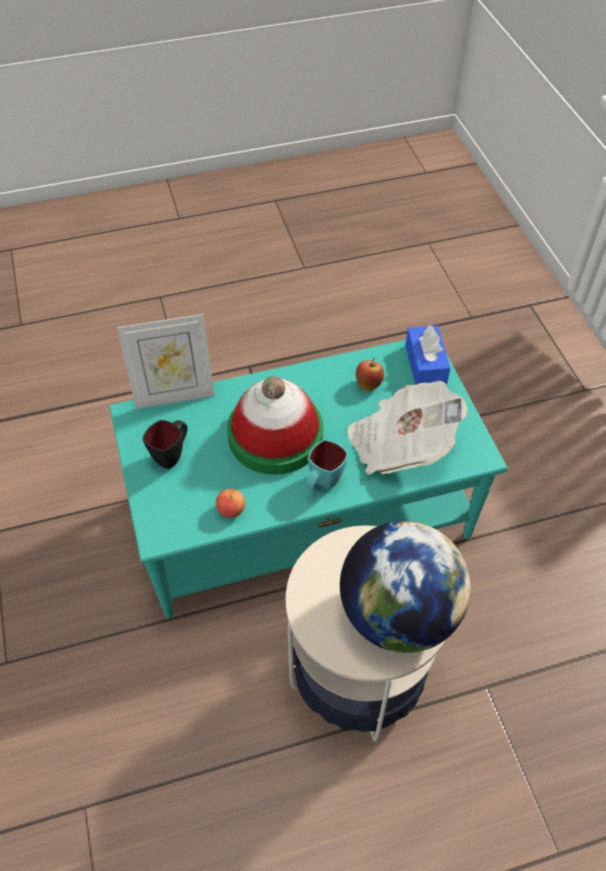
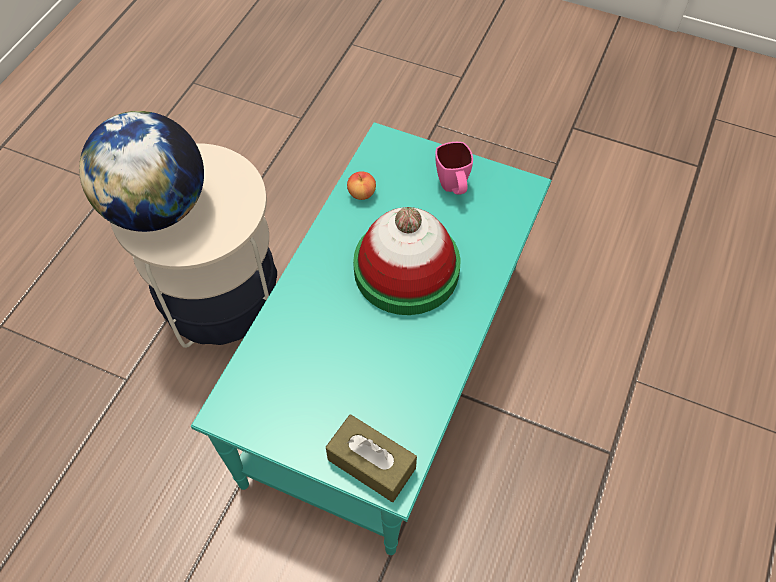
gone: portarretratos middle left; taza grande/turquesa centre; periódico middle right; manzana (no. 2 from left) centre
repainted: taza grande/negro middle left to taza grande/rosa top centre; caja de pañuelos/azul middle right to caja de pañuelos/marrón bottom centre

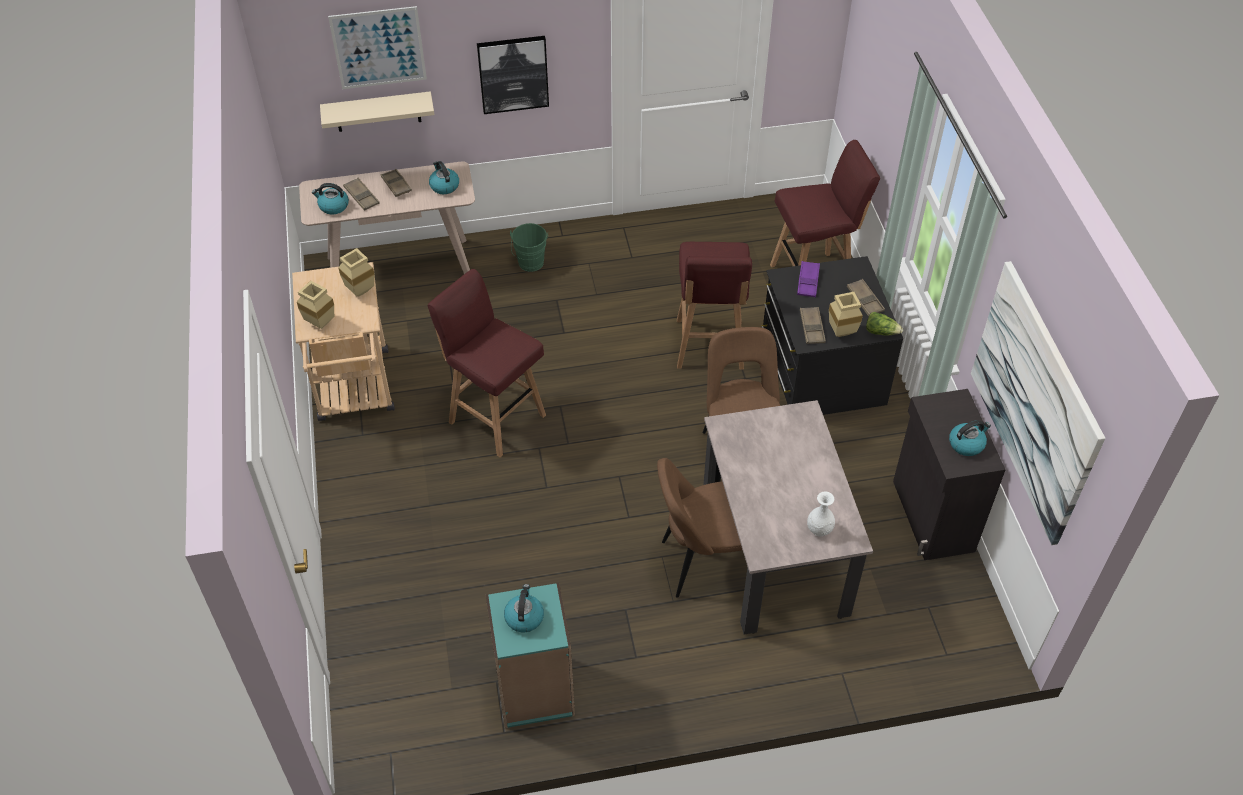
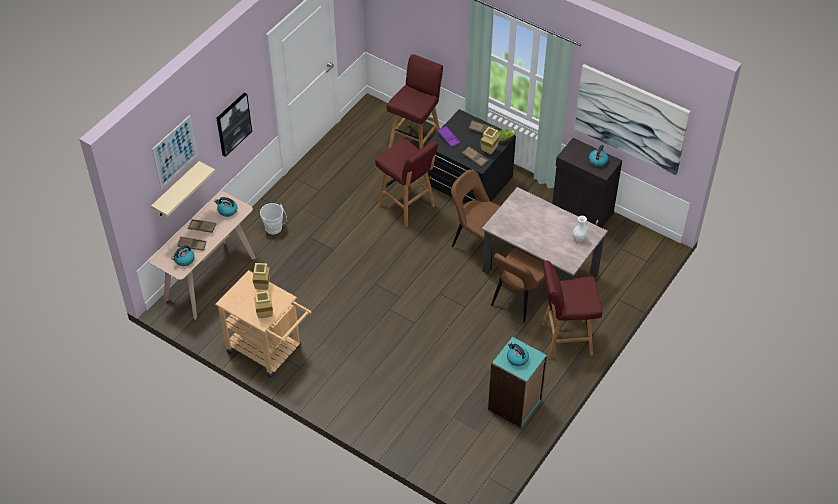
shifted: taburete/rojo (no. 1 from left in the first image) centre to taburete/rojo (no. 3 from left) middle right
repainted: cubo/verde top centre to cubo/blanco middle left

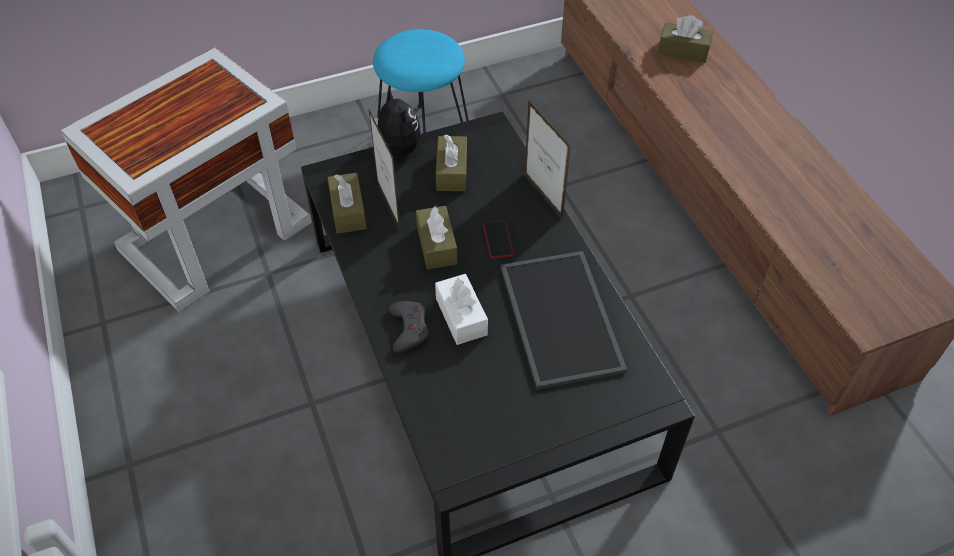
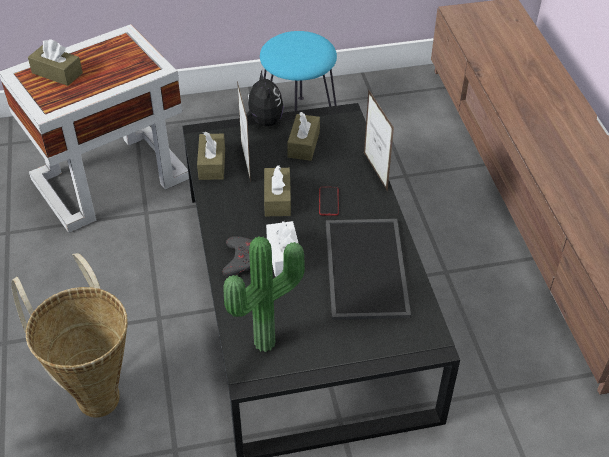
new: cesta bottom left; planta en maceta centre
shifted: caja de pañuelos/marrón (no. 4 from left in the first image) top right to caja de pañuelos/marrón (no. 1 from left) top left

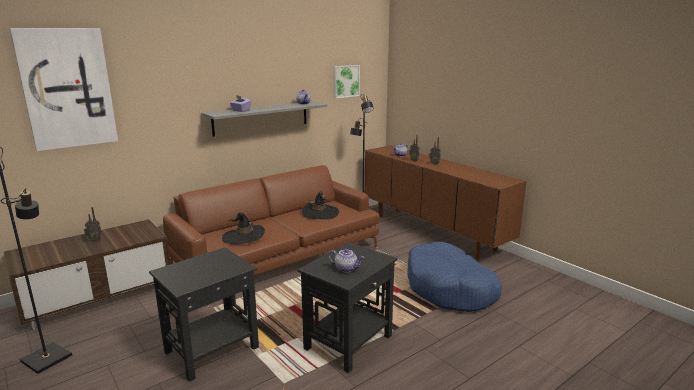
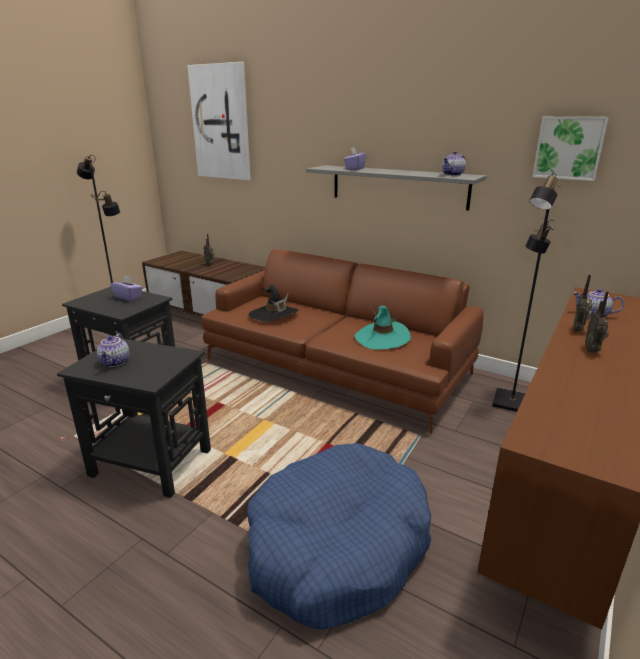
new: caja de pañuelos/morado (no. 1 from left) middle left
repainted: sombrero/negro (no. 2 from left) centre to sombrero/turquesa centre

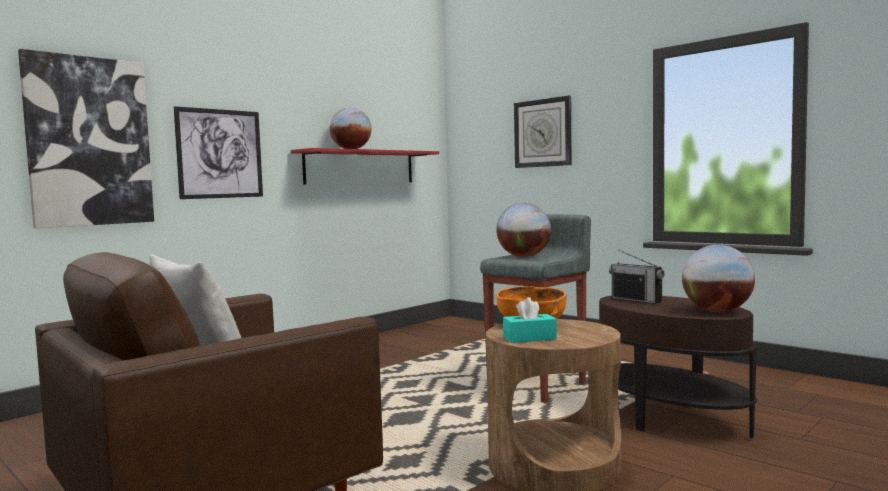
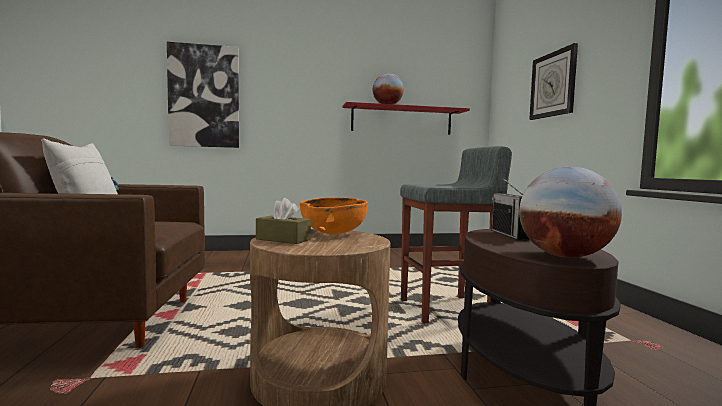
gone: cuadro (no. 2 from left) top left; globo terráqueo (no. 2 from left) centre
repainted: caja de pañuelos/turquesa centre to caja de pañuelos/marrón centre

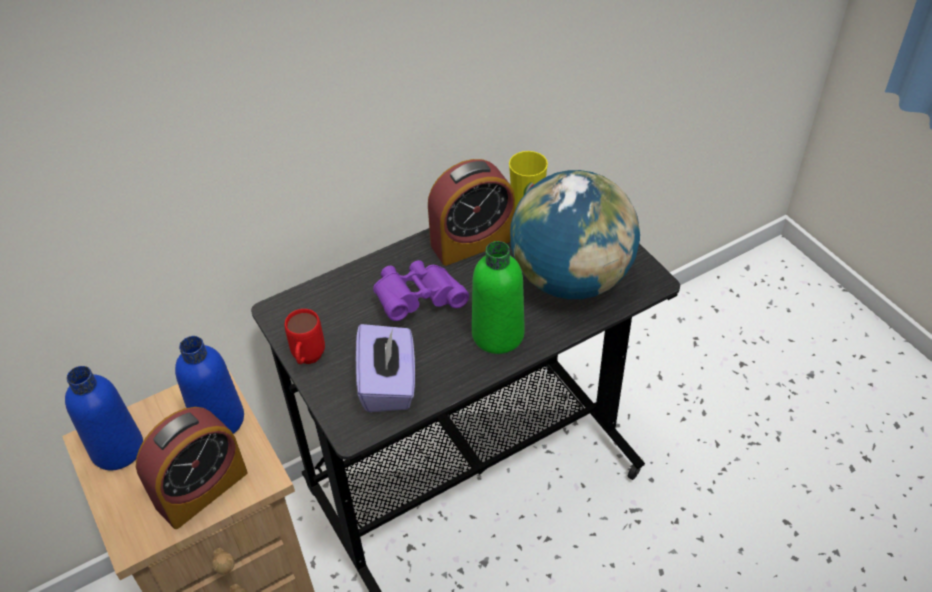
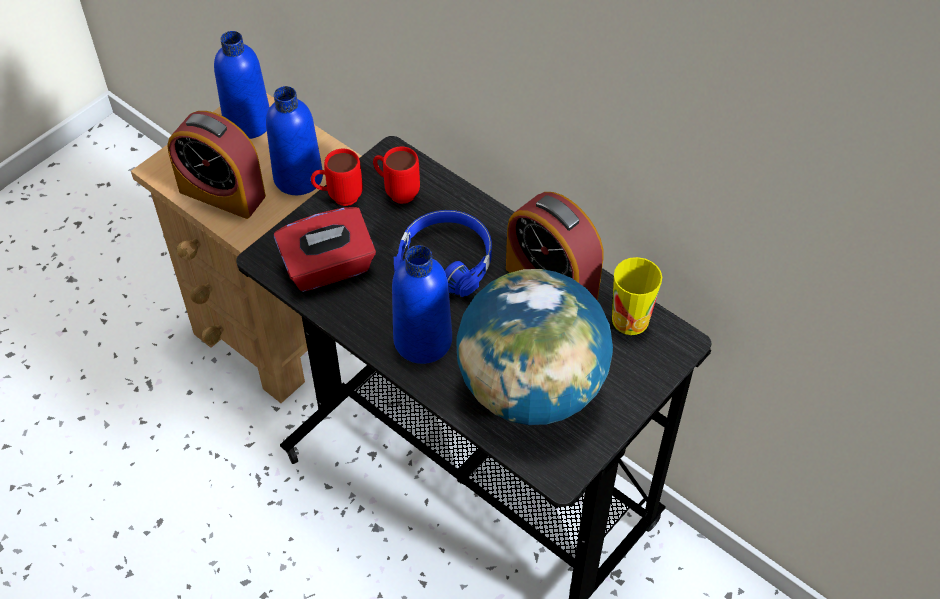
new: taza grande/rojo (no. 2 from left) top centre
swapped: prismáticos/morado centre to auriculares/azul centre
repainted: caja de pañuelos/morado centre to caja de pañuelos/rojo centre; botella/verde centre to botella/azul (no. 3 from left) centre

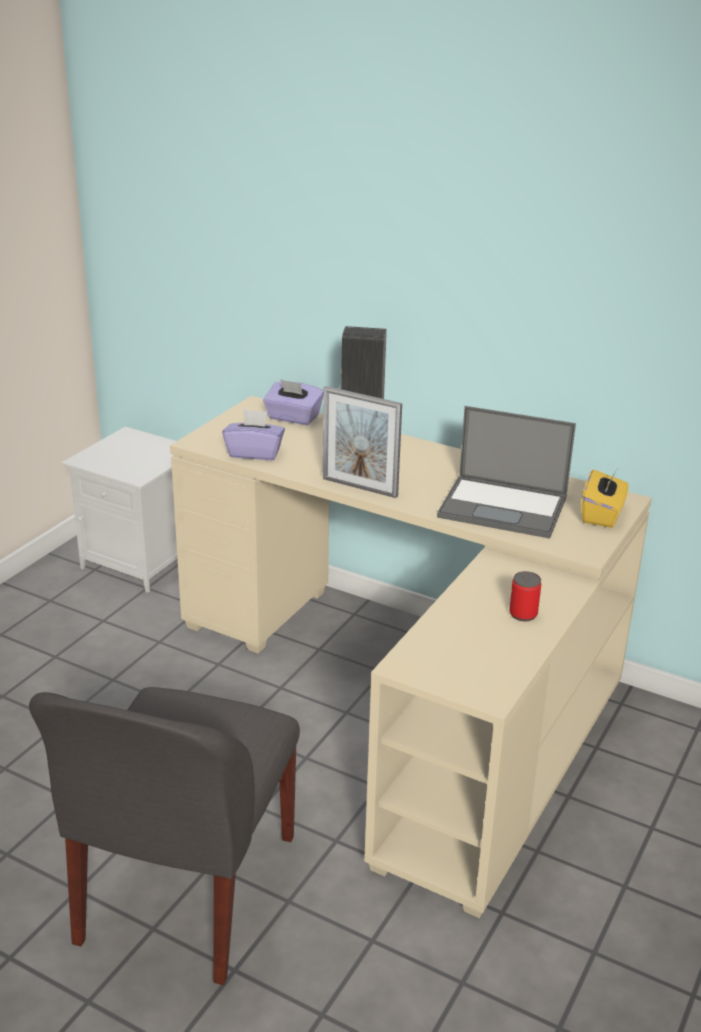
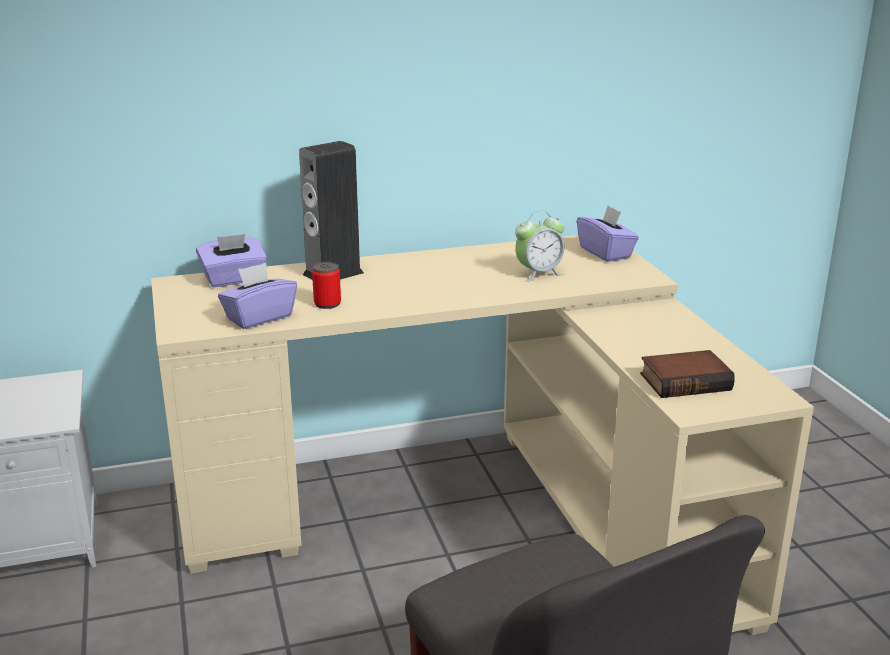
gone: portarretratos centre
new: libro middle right
shifted: lata middle right to centre
swapped: portátil middle right to despertador centre
repainted: caja de pañuelos/amarillo middle right to caja de pañuelos/morado (no. 3 from left) middle right

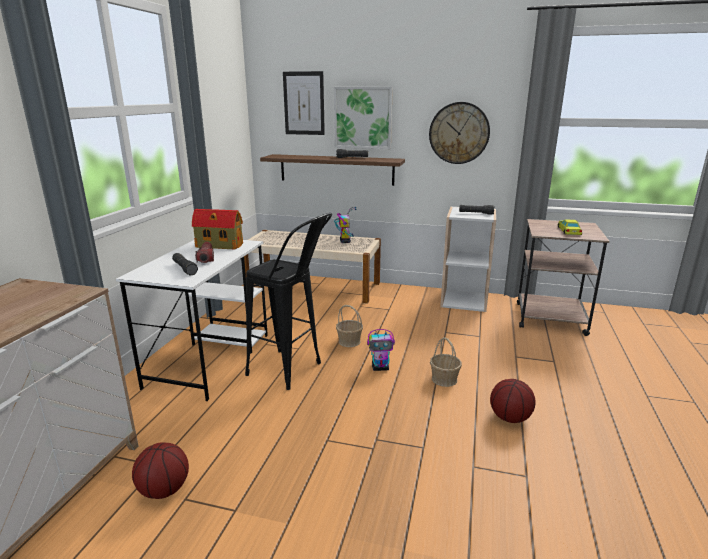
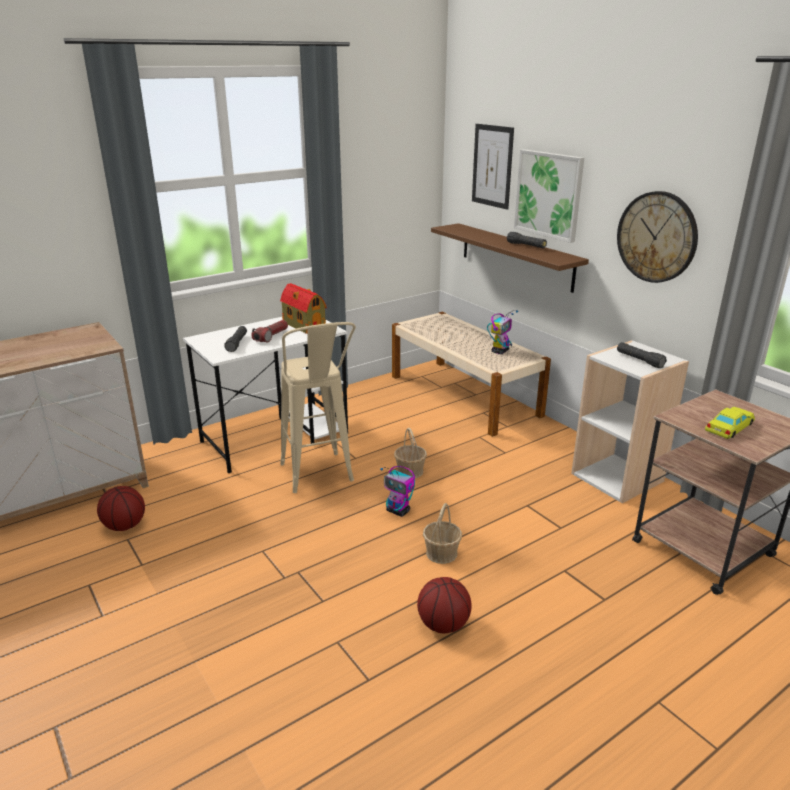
repainted: taburete/negro centre to taburete/beis centre

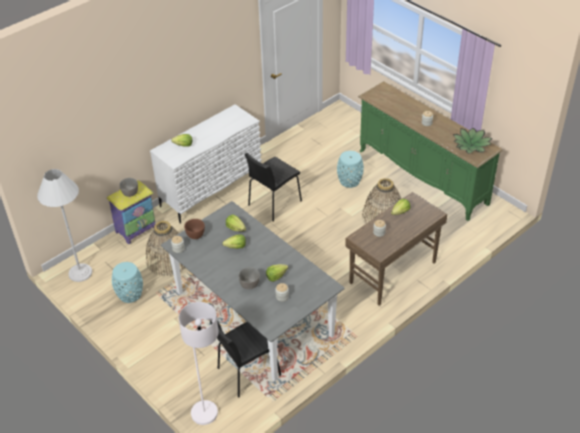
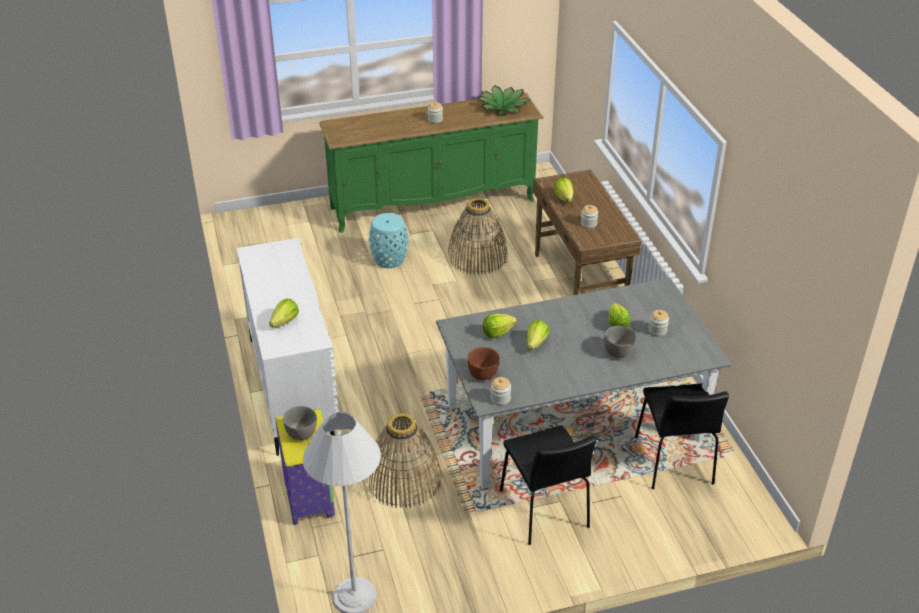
gone: taburete/turquesa (no. 1 from left) middle left; lámpara de pie/blanco (no. 2 from left) bottom centre
shifted: silla/negro (no. 2 from left in the first image) centre to silla/negro (no. 1 from left) bottom centre

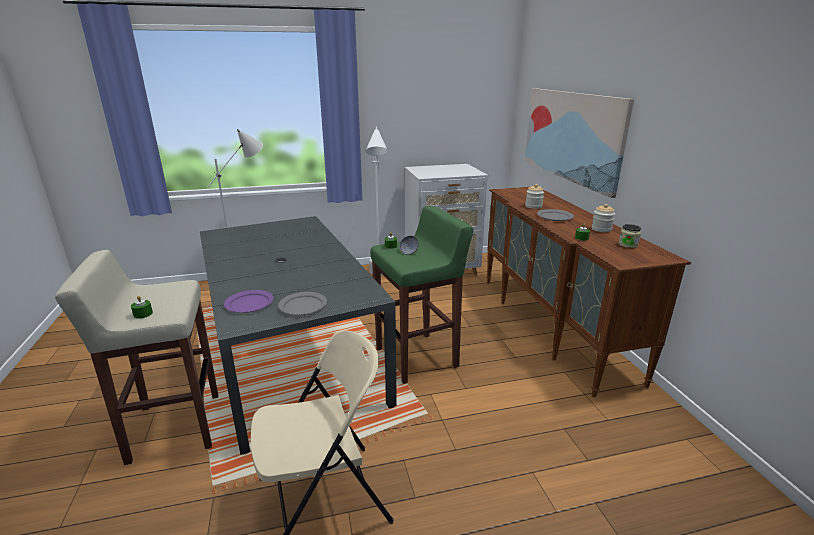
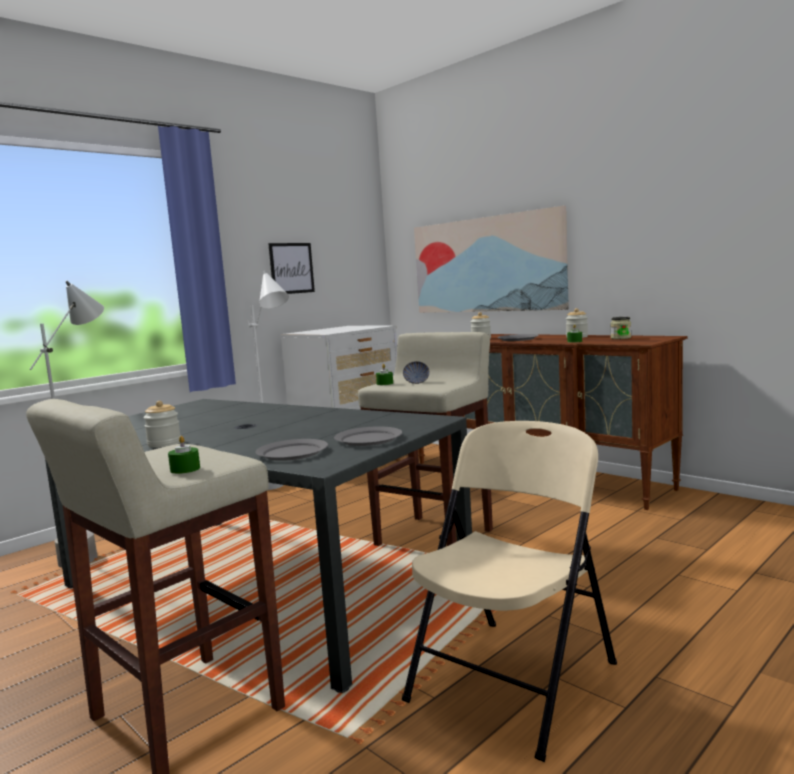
new: tarro (no. 1 from left) middle left; cuadro (no. 1 from left) centre
repainted: plato/morado middle left to plato/gris (no. 1 from left) centre; taburete/verde centre to taburete/beis (no. 2 from left) centre

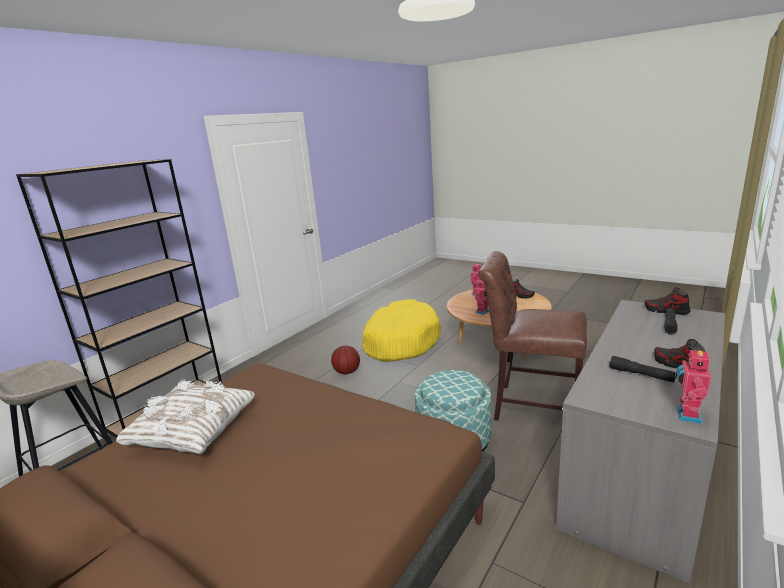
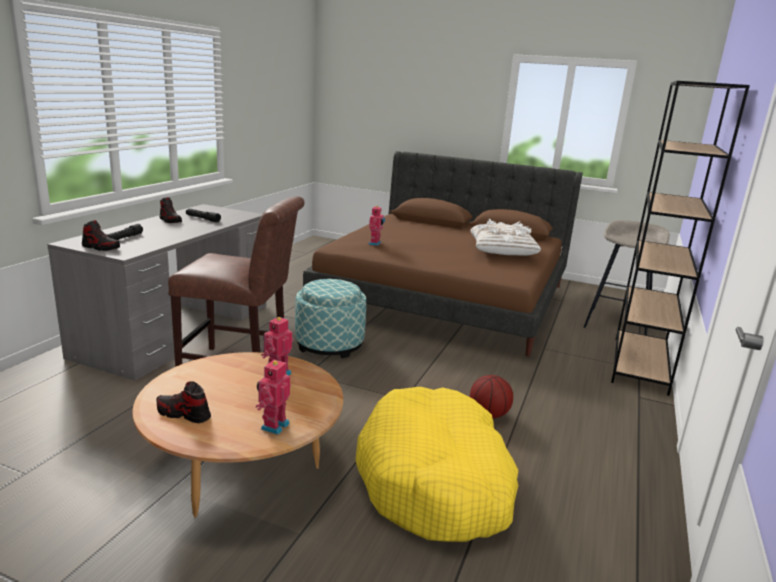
shifted: robot de juguete (no. 3 from left) middle right to centre

